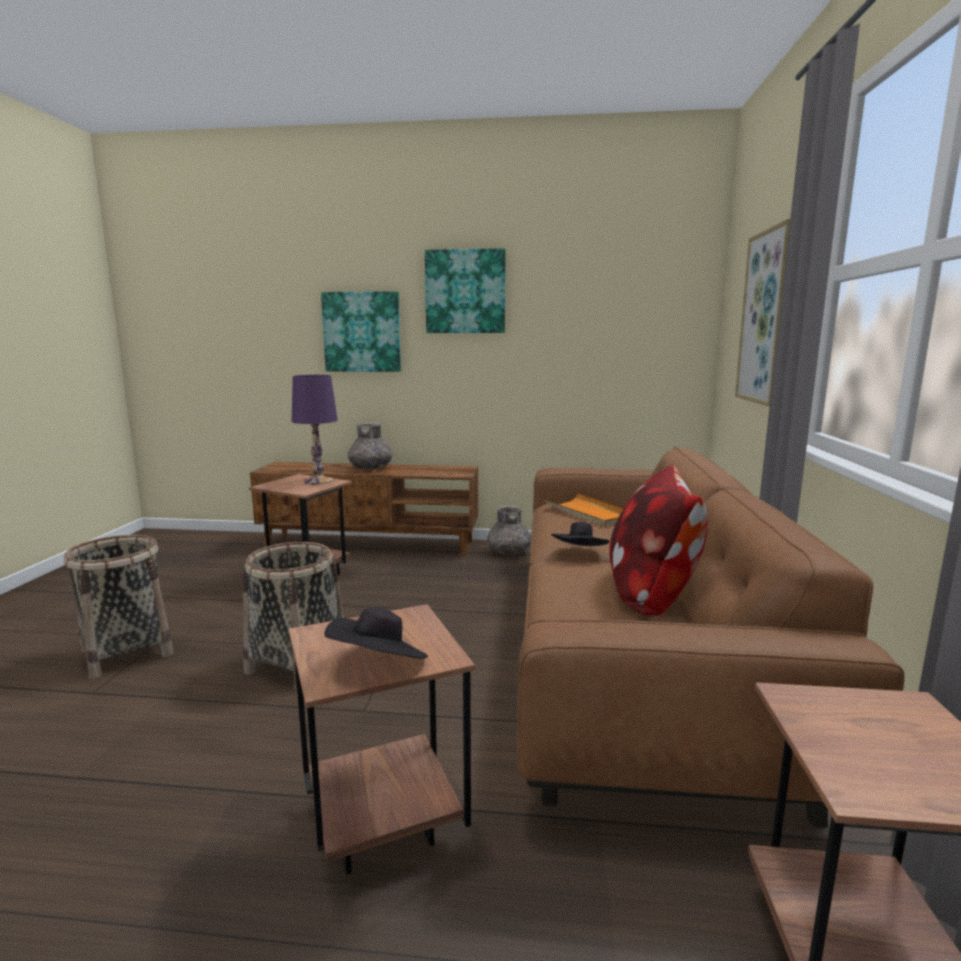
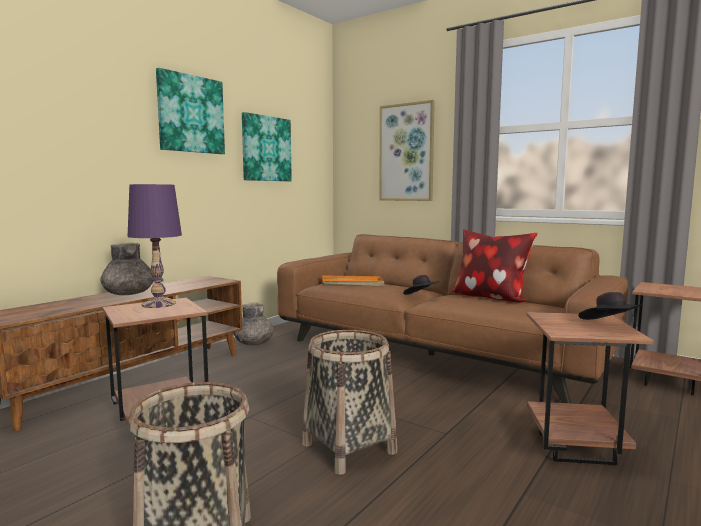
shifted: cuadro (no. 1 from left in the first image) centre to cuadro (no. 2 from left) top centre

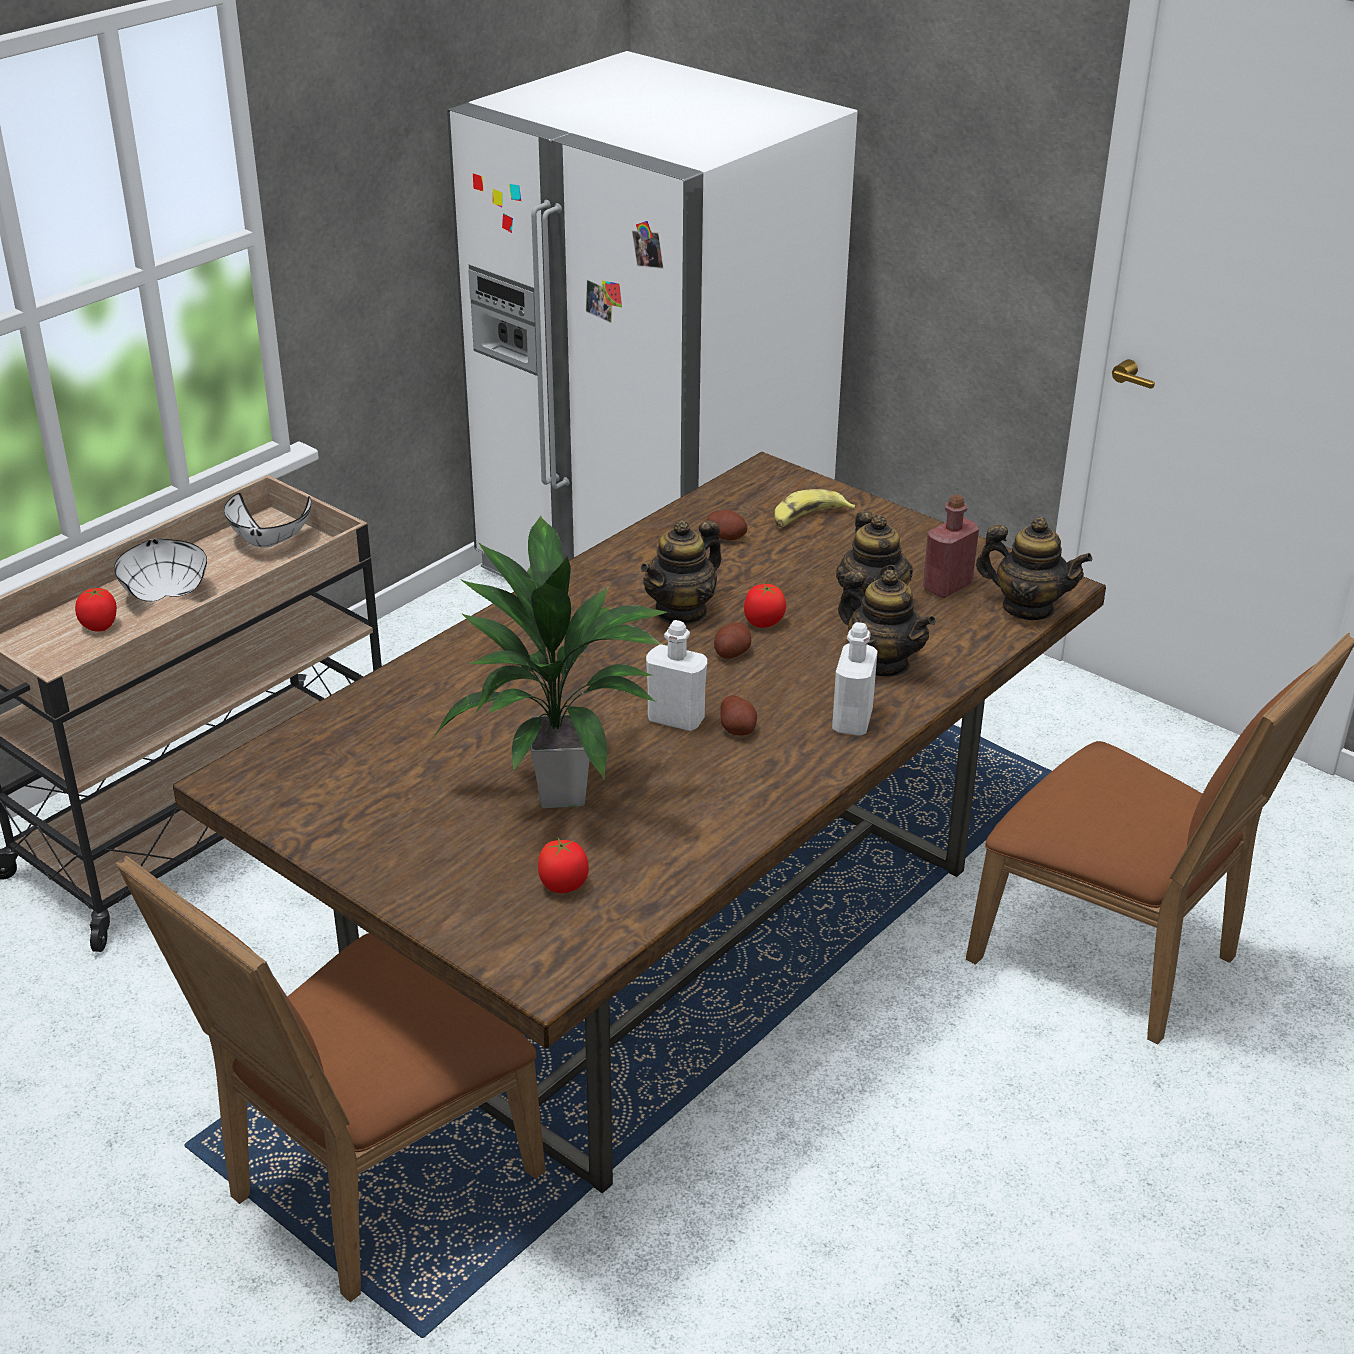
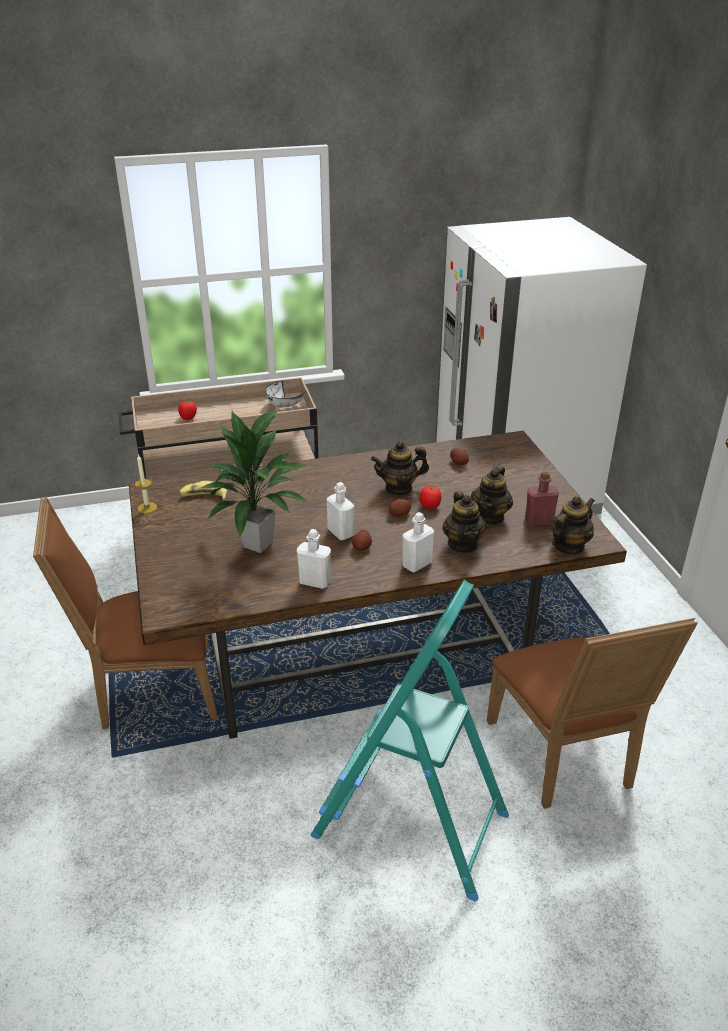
gone: cuenco/blanco (no. 1 from left) middle left; tomate (no. 2 from left) centre
new: vela middle left; botella/blanco (no. 1 from left) centre; escalera de tijera/turquesa bottom centre
shifted: plátano centre to middle left
rotated: tetera (no. 4 from left) middle right = middle right 105 degrees counterclockwise

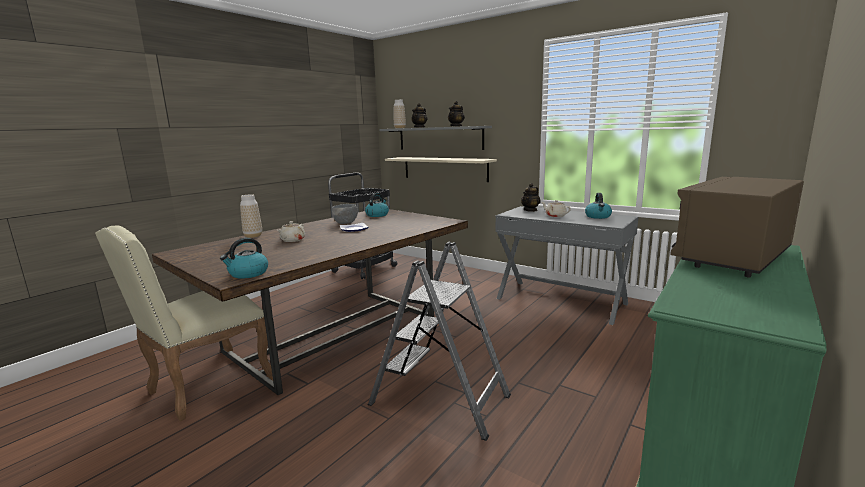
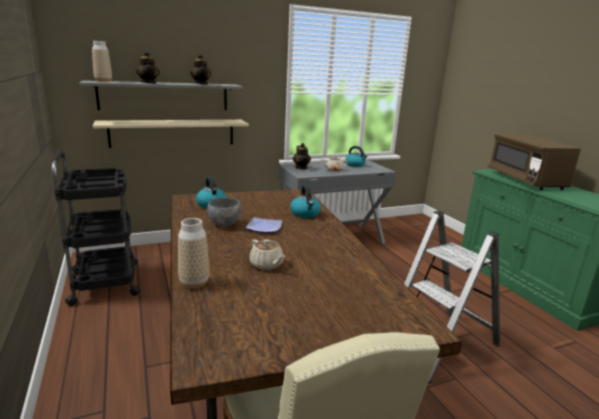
shifted: hervidor (no. 1 from left in the first image) middle left to hervidor (no. 2 from left) centre

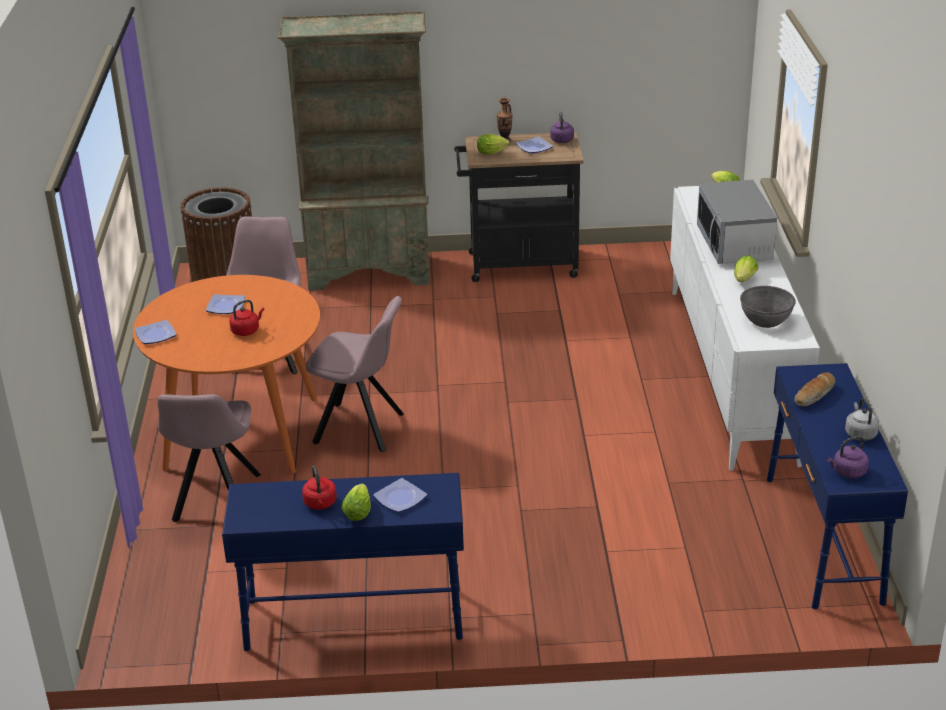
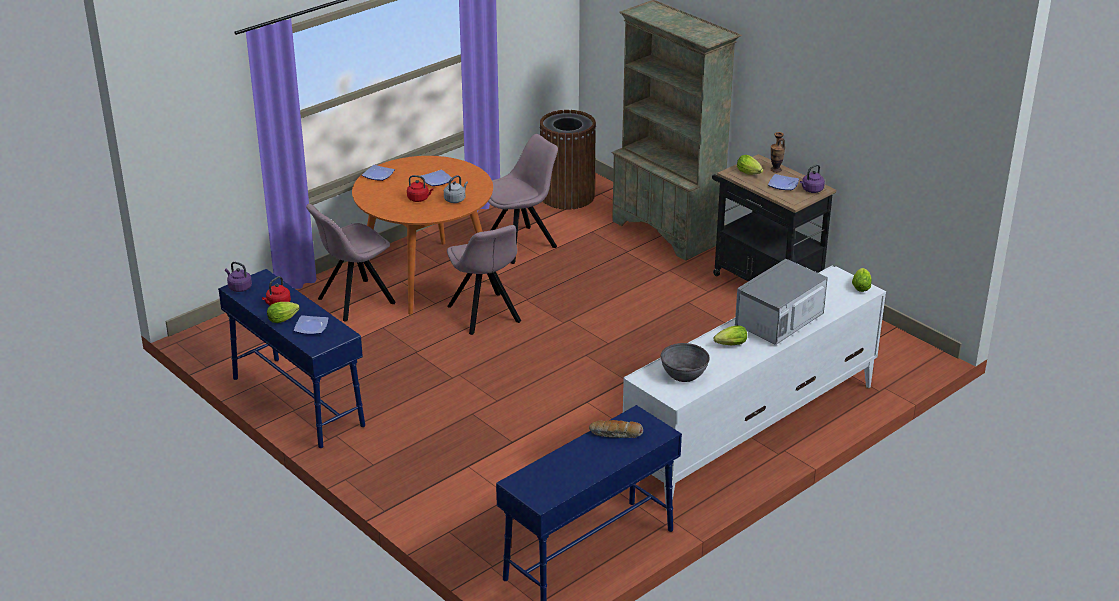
shifted: hervidor/morado (no. 2 from left in the first image) middle right to hervidor/morado (no. 1 from left) middle left; hervidor/gris middle right to top centre

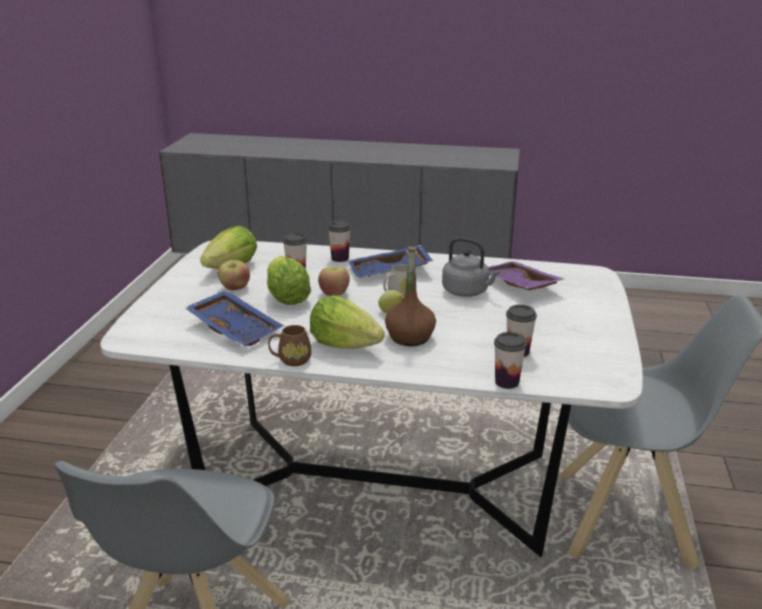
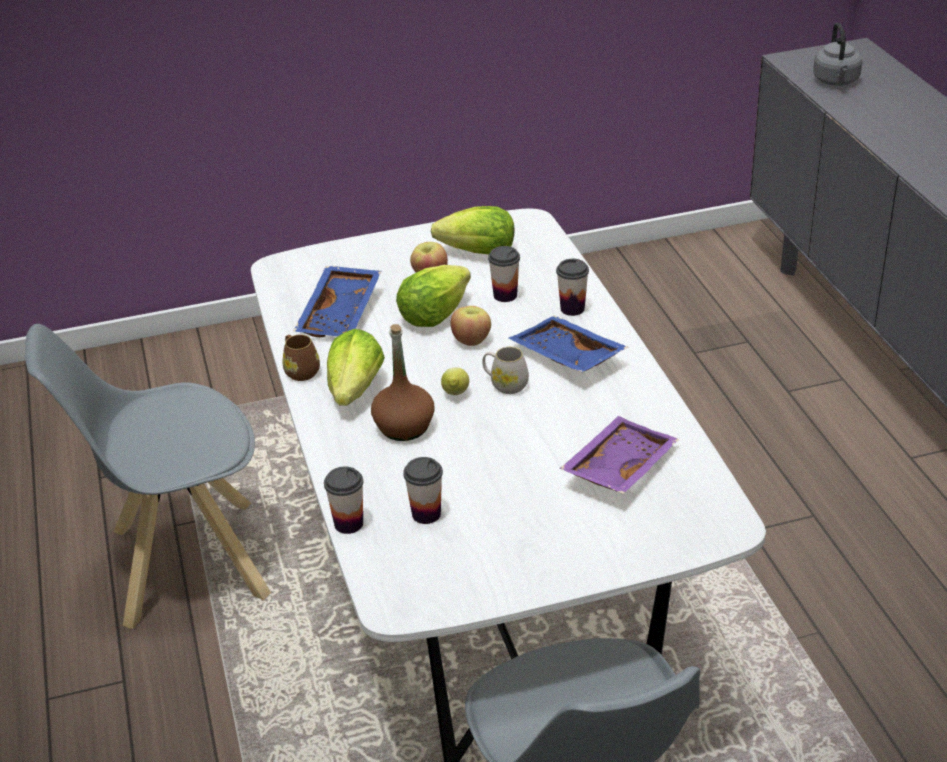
shifted: hervidor/gris centre to top right

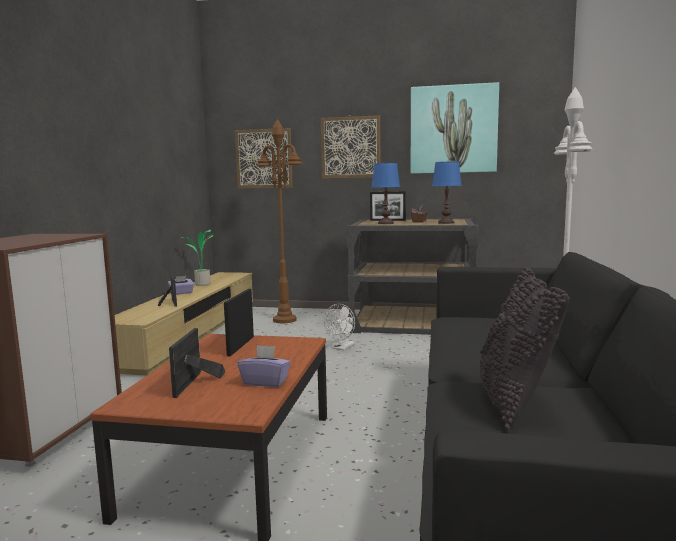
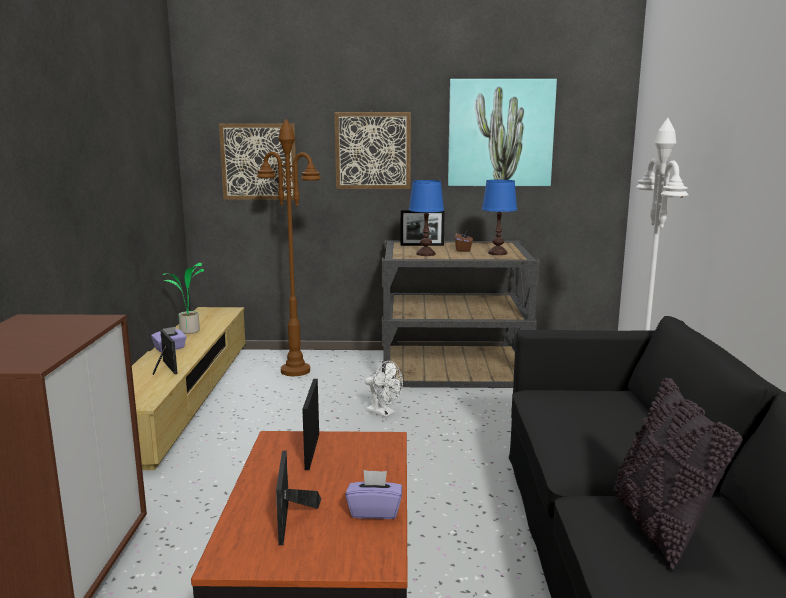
rotated: ventilador/blanco centre = centre 75 degrees counterclockwise

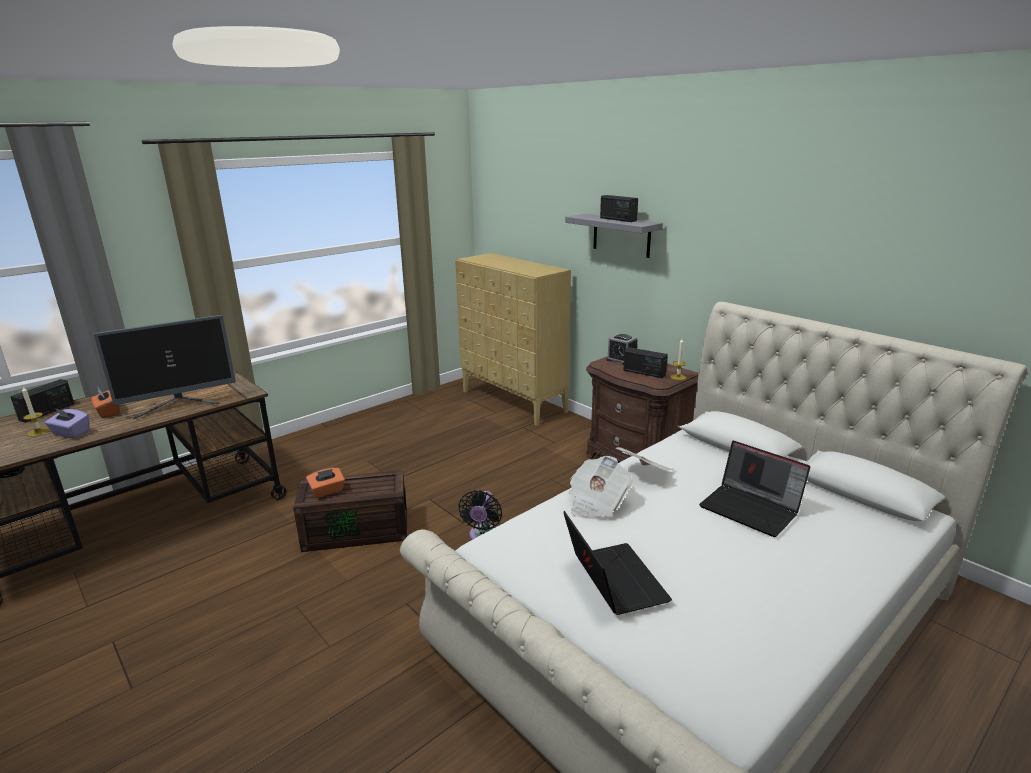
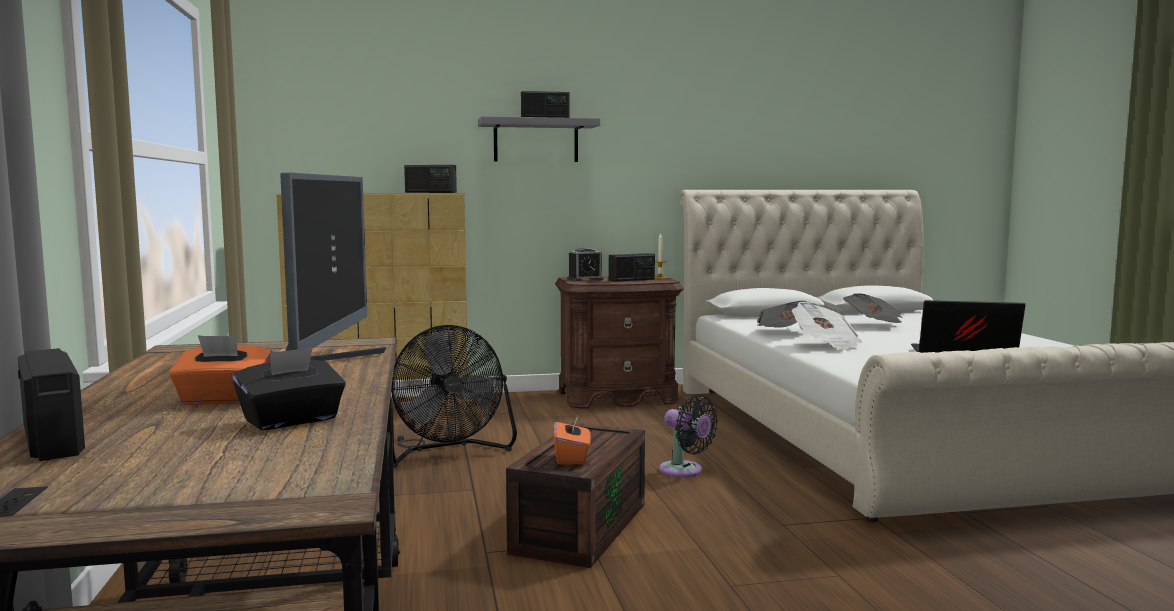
gone: vela (no. 1 from left) middle left
new: ventilador/negro (no. 1 from left) centre; radio (no. 2 from left) top centre
swapped: portátil (no. 2 from left) middle right to periódico (no. 3 from left) middle right
repainted: caja de pañuelos/morado middle left to caja de pañuelos/negro middle left

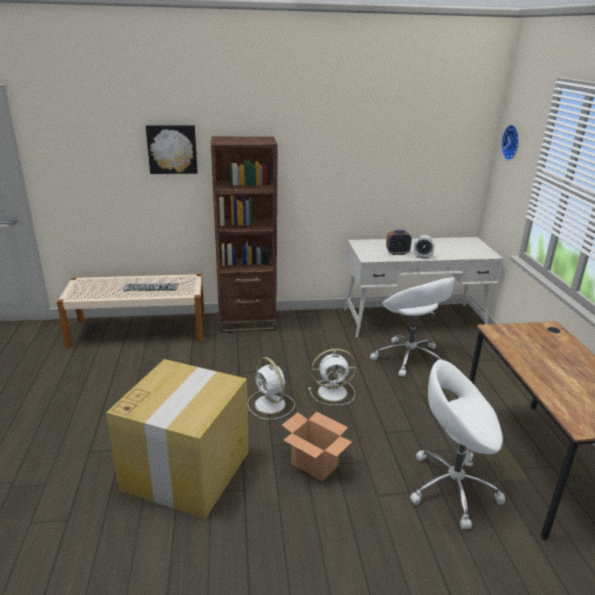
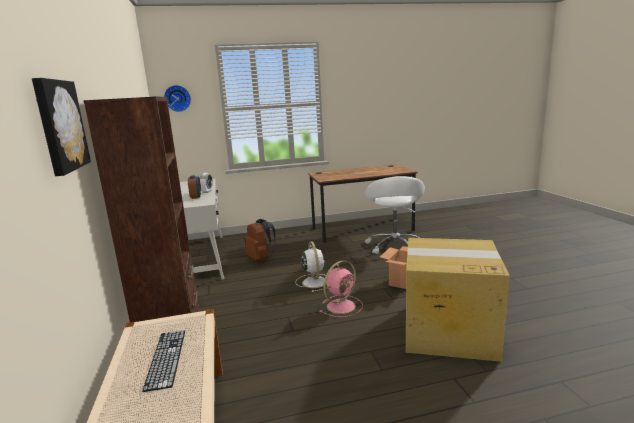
swapped: silla de oficina/blanco (no. 1 from left) middle right to mochila/marrón centre
repainted: ventilador/blanco (no. 1 from left) centre to ventilador/rosa bottom centre

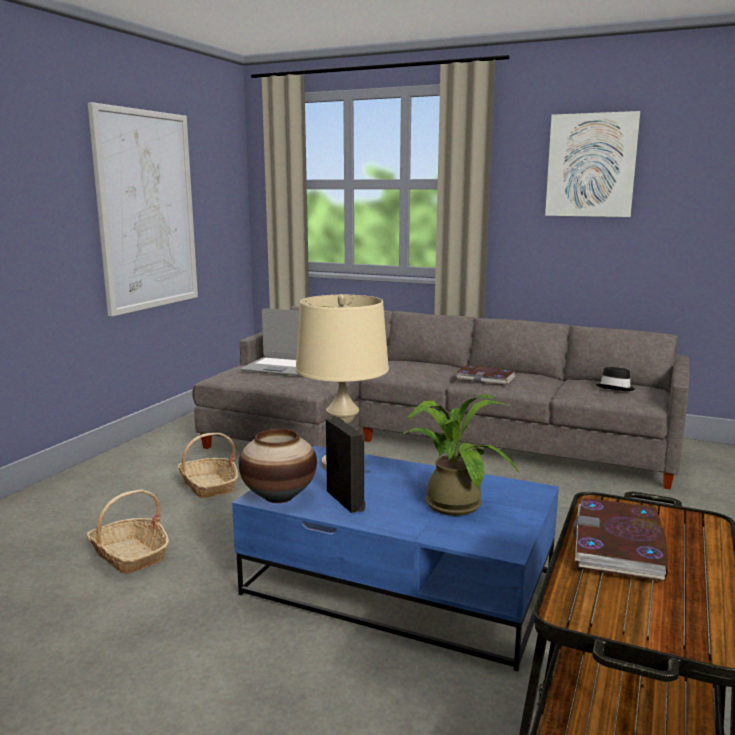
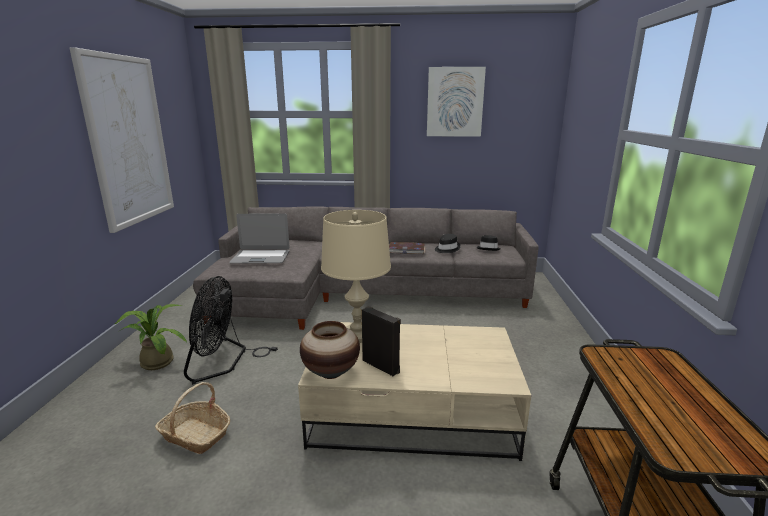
gone: libro (no. 2 from left) bottom right
new: sombrero/negro (no. 1 from left) centre
shifted: planta en maceta centre to middle left
swapped: cesta (no. 2 from left) middle left to ventilador/negro middle left
repainted: mesa de centro/azul bottom centre to mesa de centro/beis bottom centre

